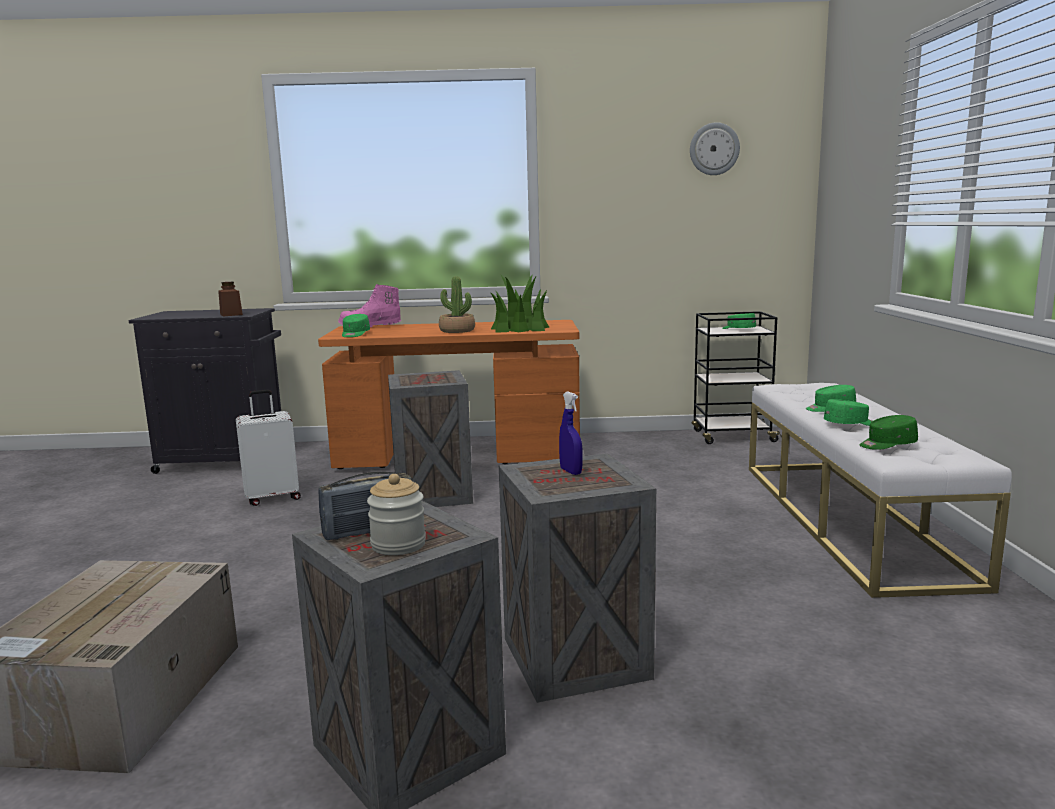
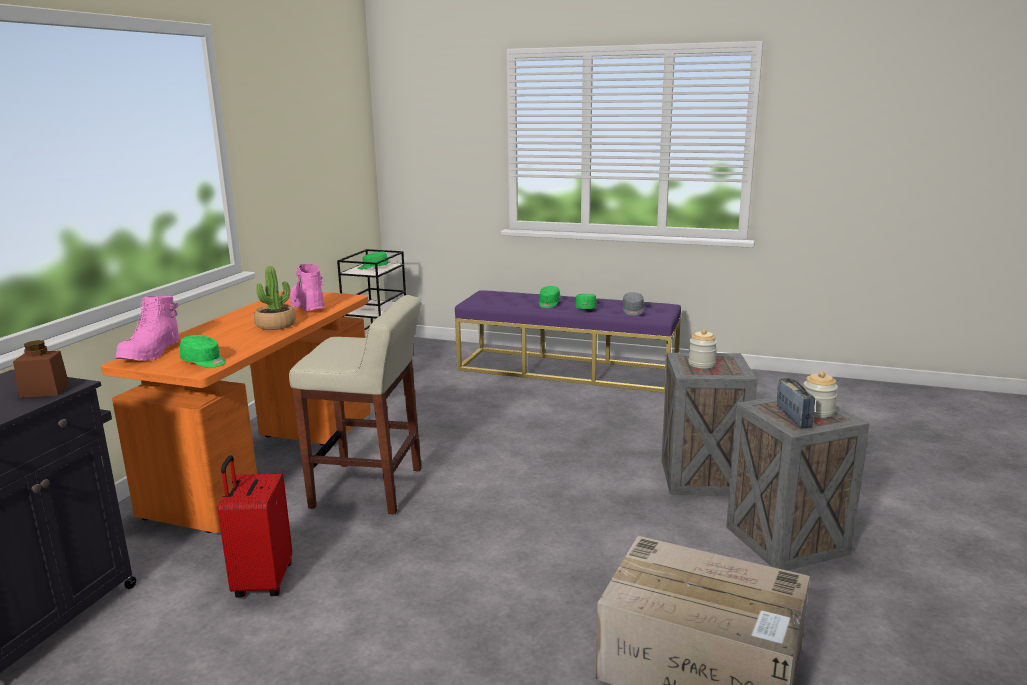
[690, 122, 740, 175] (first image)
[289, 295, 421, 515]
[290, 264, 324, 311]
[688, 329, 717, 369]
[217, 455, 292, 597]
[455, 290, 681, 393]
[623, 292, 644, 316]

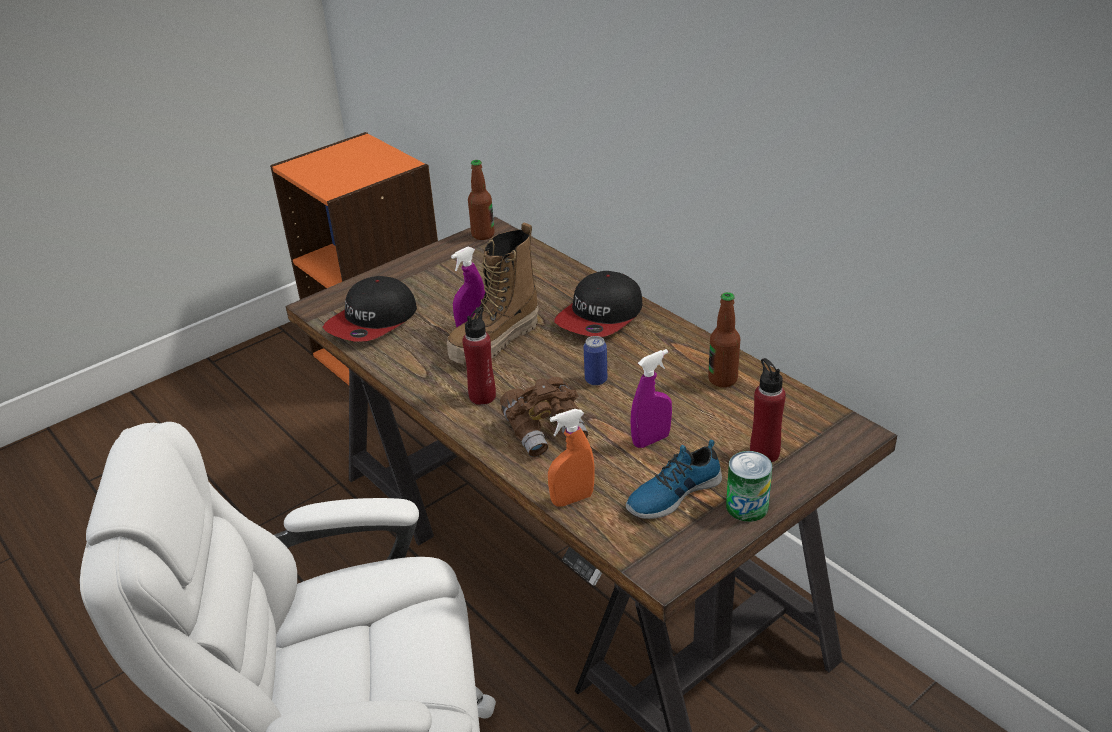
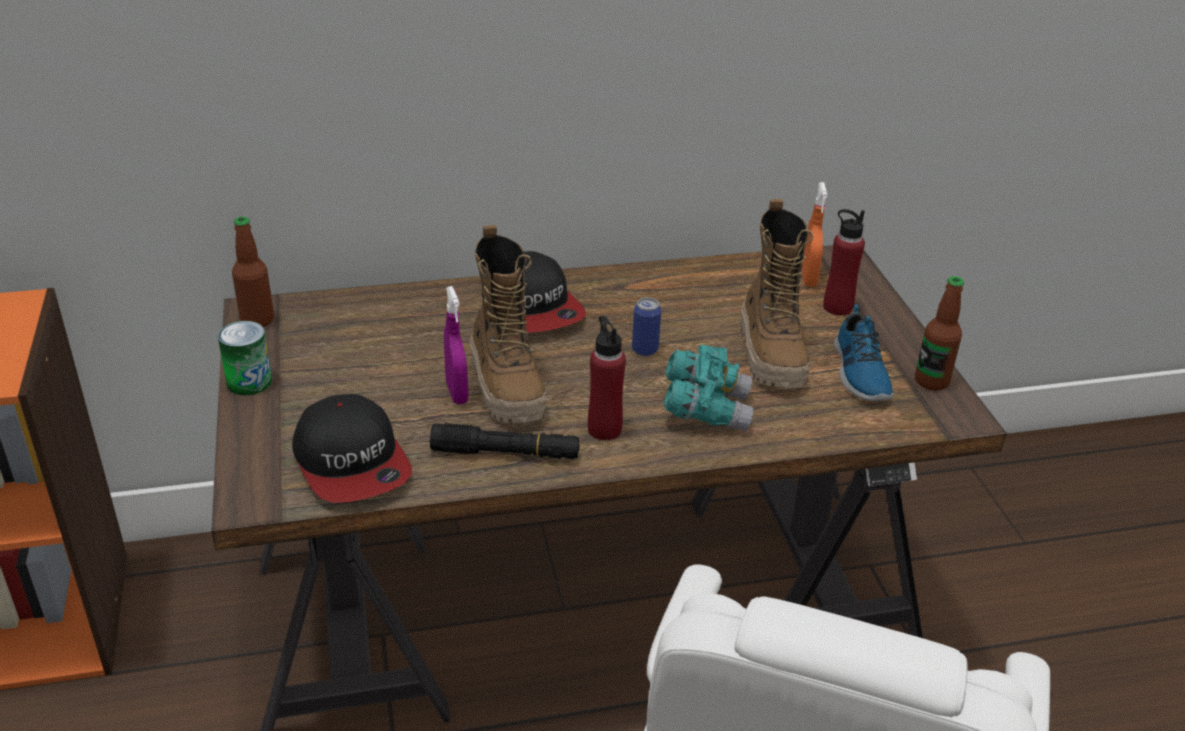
[430, 423, 580, 459]
[802, 182, 827, 287]
[915, 276, 964, 391]
[218, 321, 272, 396]
[740, 199, 813, 388]
[664, 345, 753, 432]

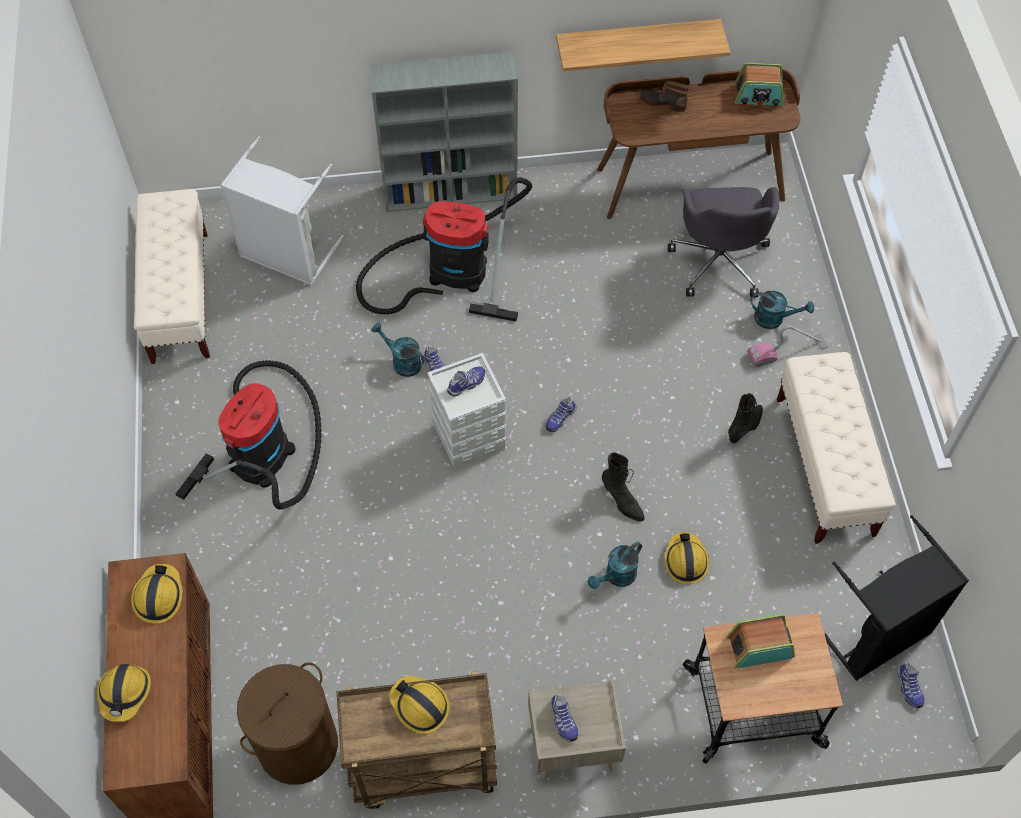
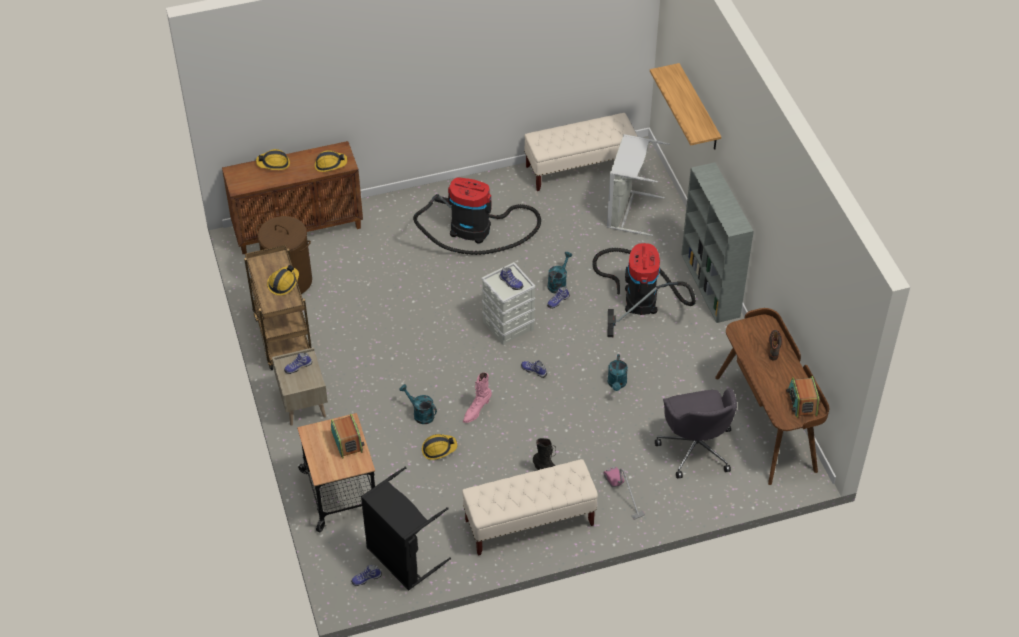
[650, 63, 721, 150]
[608, 354, 628, 391]
[463, 372, 492, 423]
[655, 388, 737, 479]

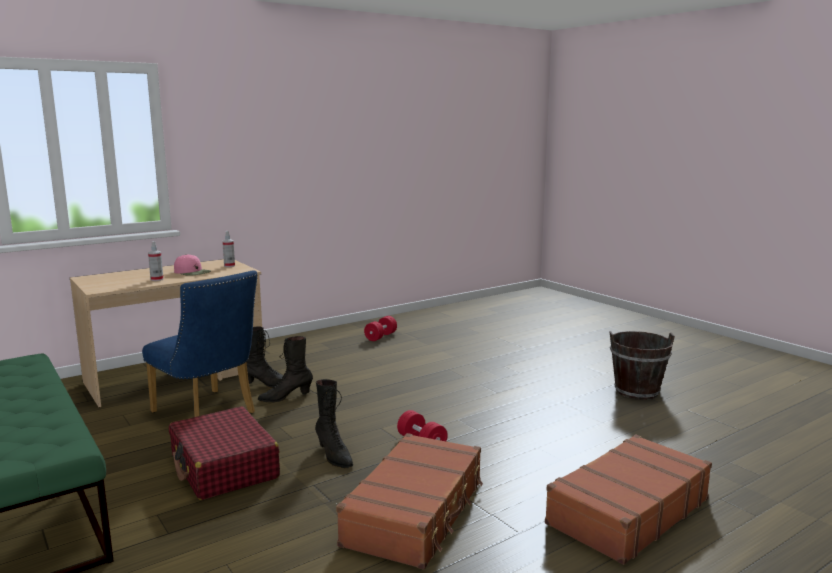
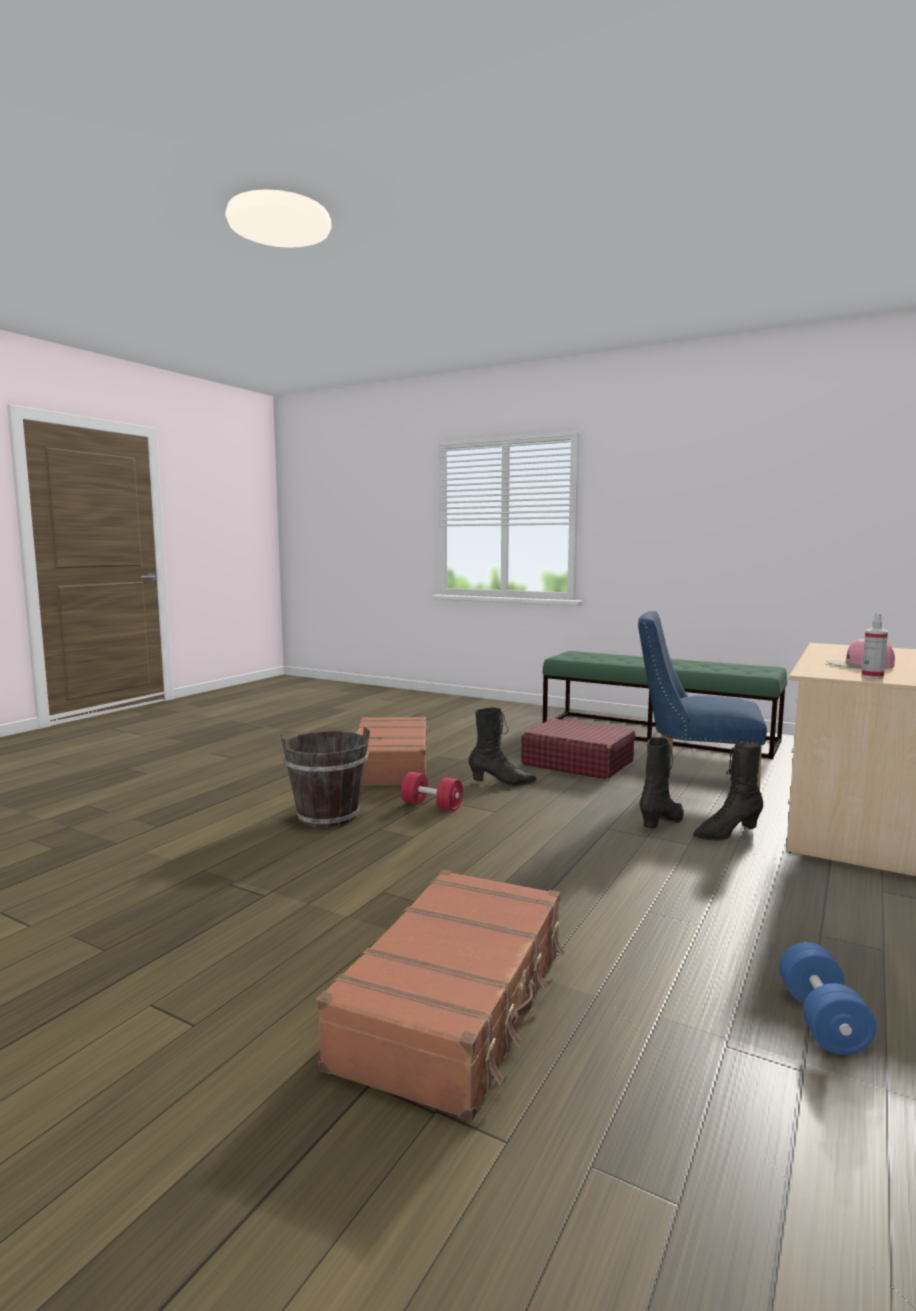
[148, 241, 163, 281] (first image)
[316, 870, 565, 1121]
[281, 727, 370, 827]
[779, 942, 877, 1055]
[468, 708, 537, 786]

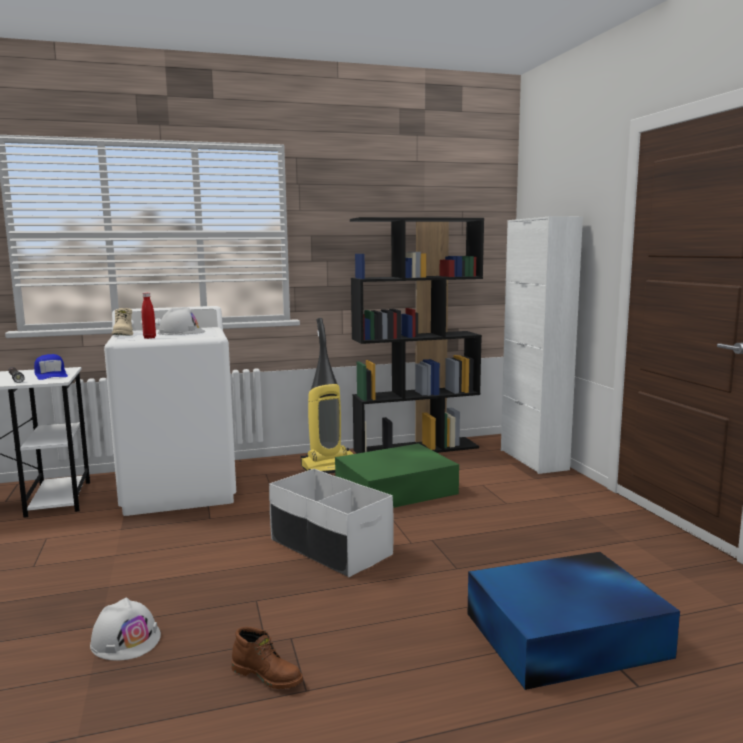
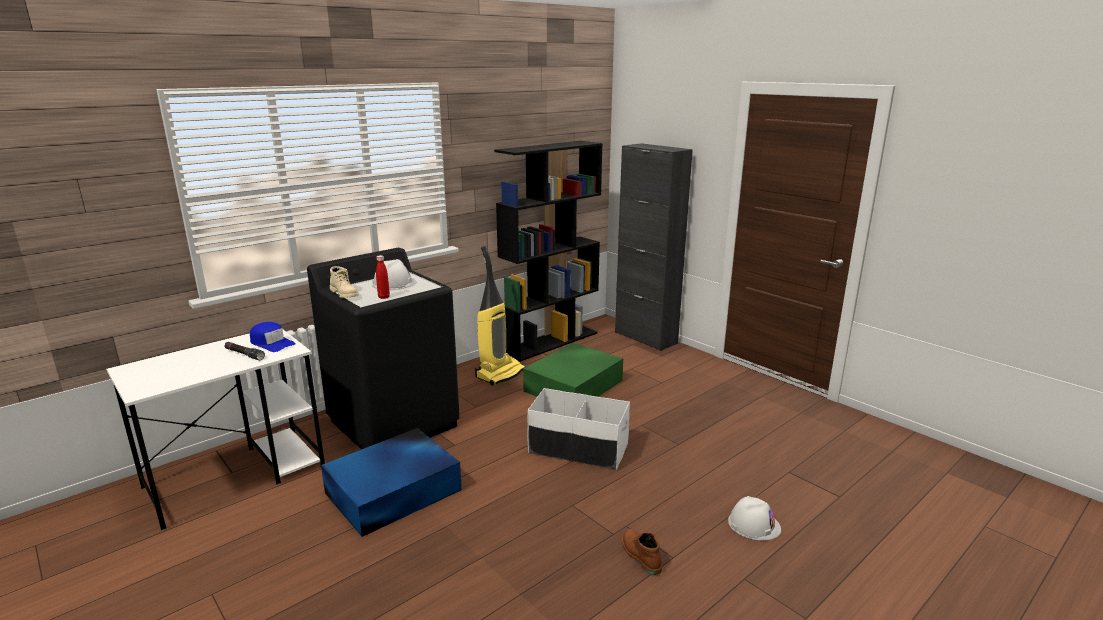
[728, 496, 781, 540]
[321, 428, 462, 537]
[307, 248, 460, 449]
[615, 143, 693, 351]
[622, 529, 662, 575]

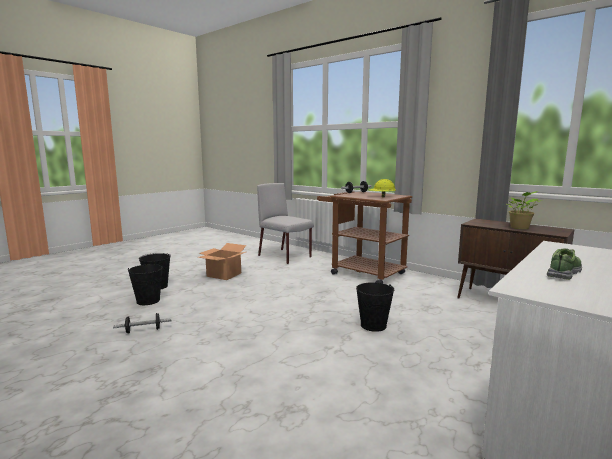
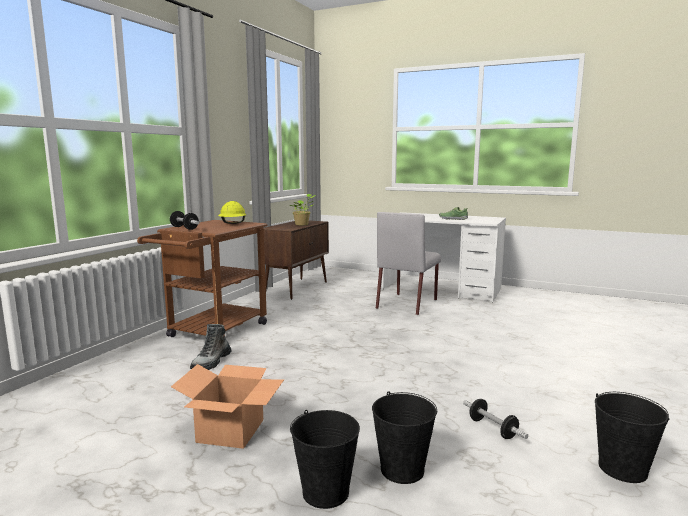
[190, 324, 232, 370]
[376, 212, 441, 315]
[595, 392, 670, 483]

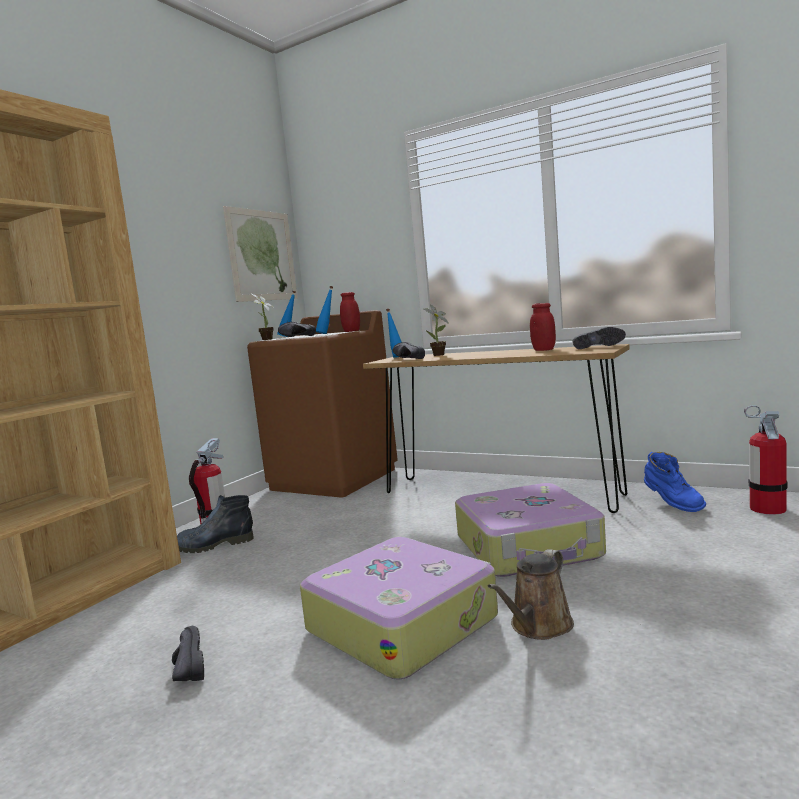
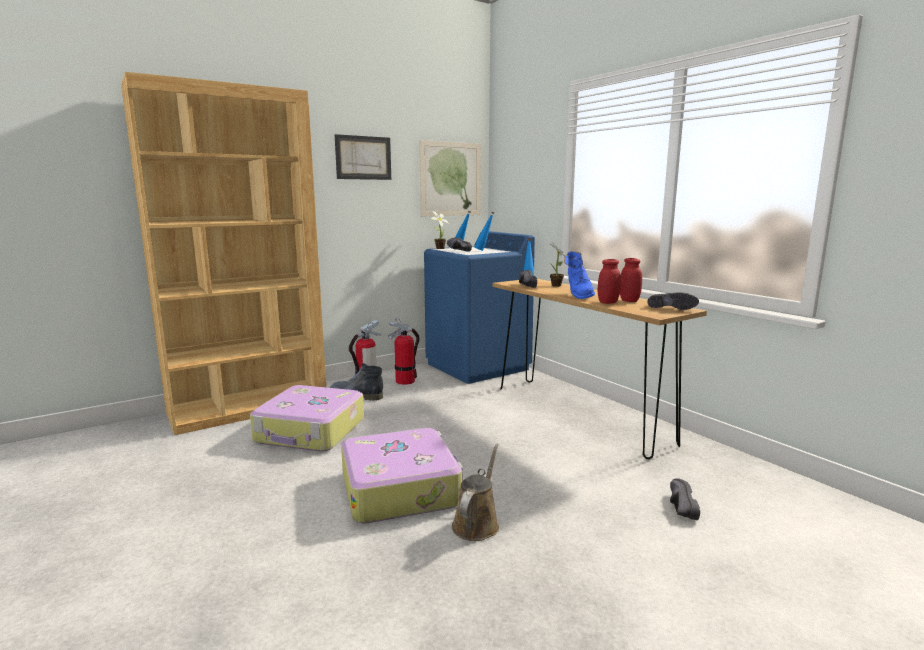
[335, 134, 391, 180]
[670, 478, 700, 520]
[598, 259, 621, 304]
[250, 385, 364, 452]
[564, 251, 595, 299]
[388, 317, 420, 385]
[424, 231, 535, 384]
[452, 443, 499, 541]

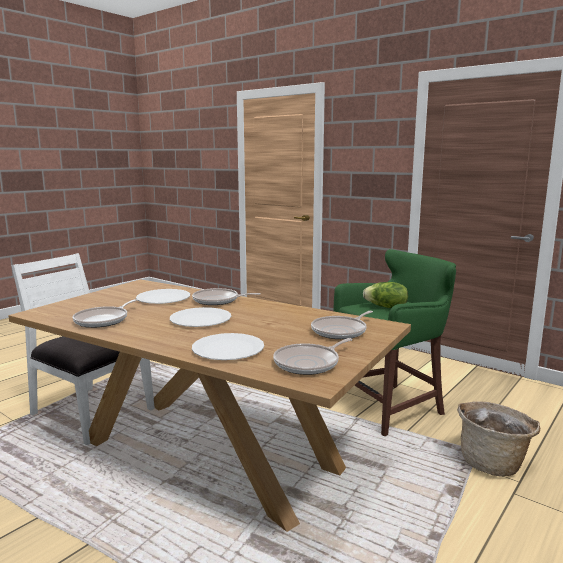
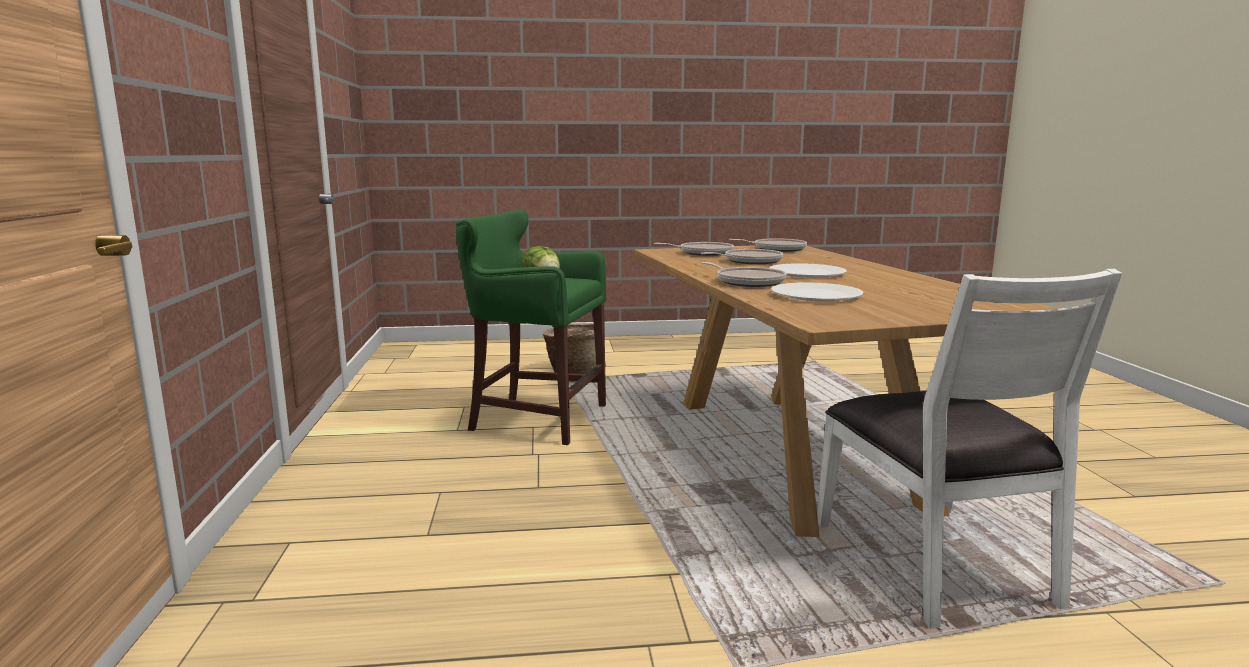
[192, 333, 264, 360] (first image)
[701, 249, 783, 264]

